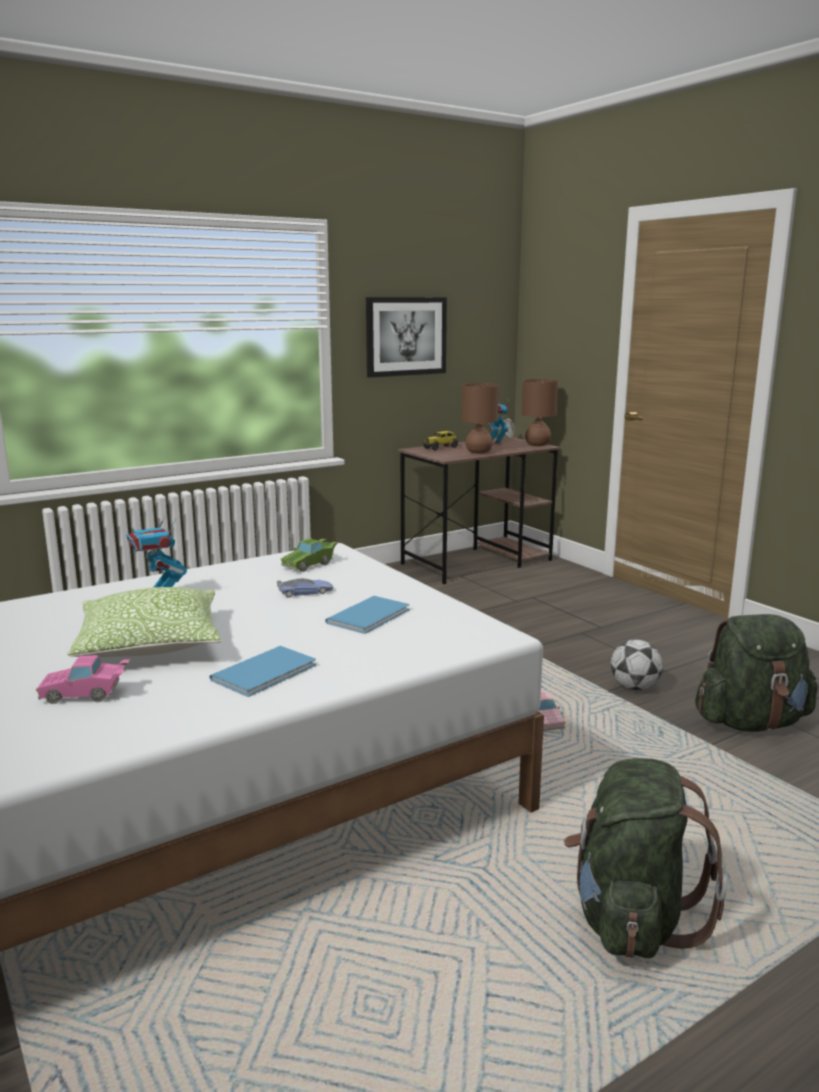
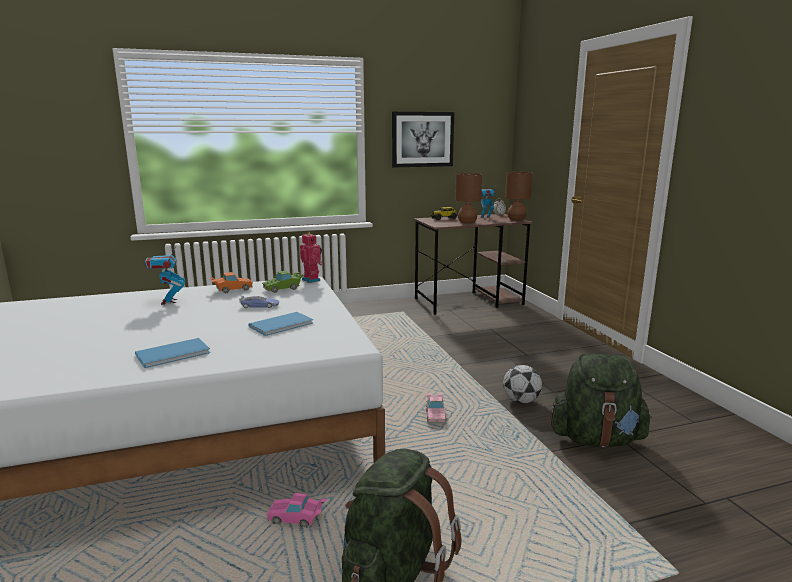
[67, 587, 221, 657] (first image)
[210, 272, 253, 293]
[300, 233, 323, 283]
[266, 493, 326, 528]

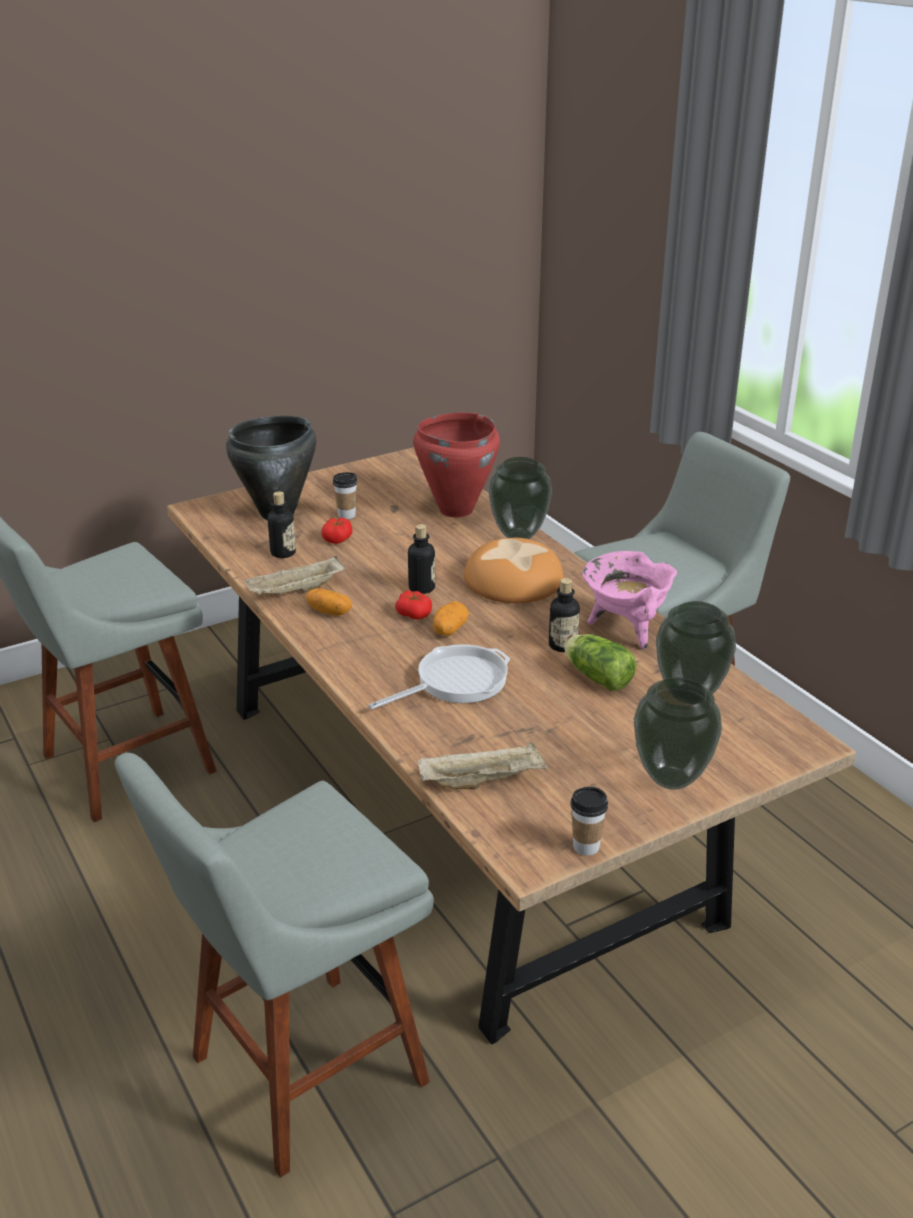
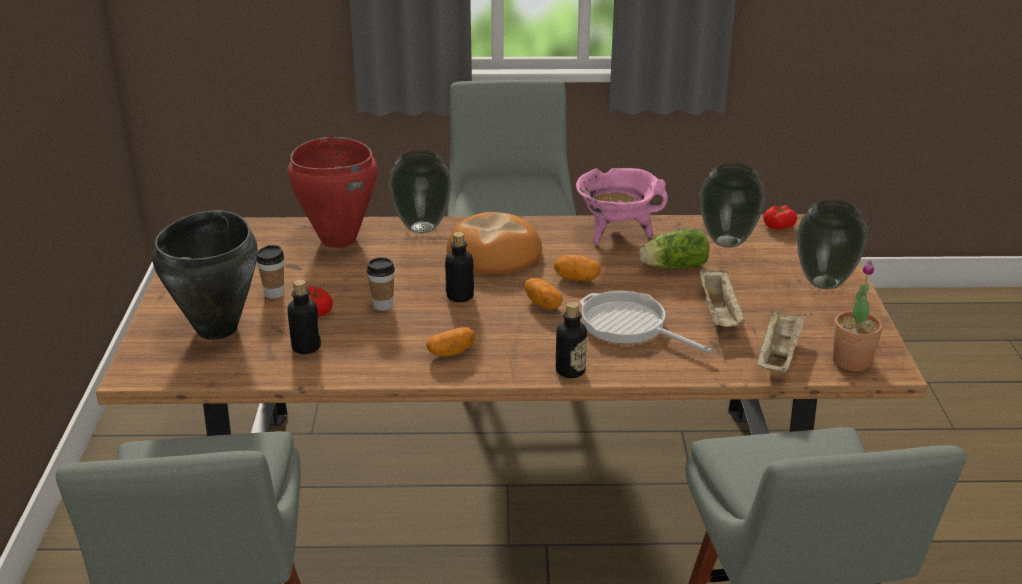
[554, 255, 601, 281]
[833, 261, 883, 372]
[700, 268, 745, 327]
[763, 205, 797, 230]
[556, 302, 587, 378]
[367, 257, 395, 311]
[579, 291, 712, 353]

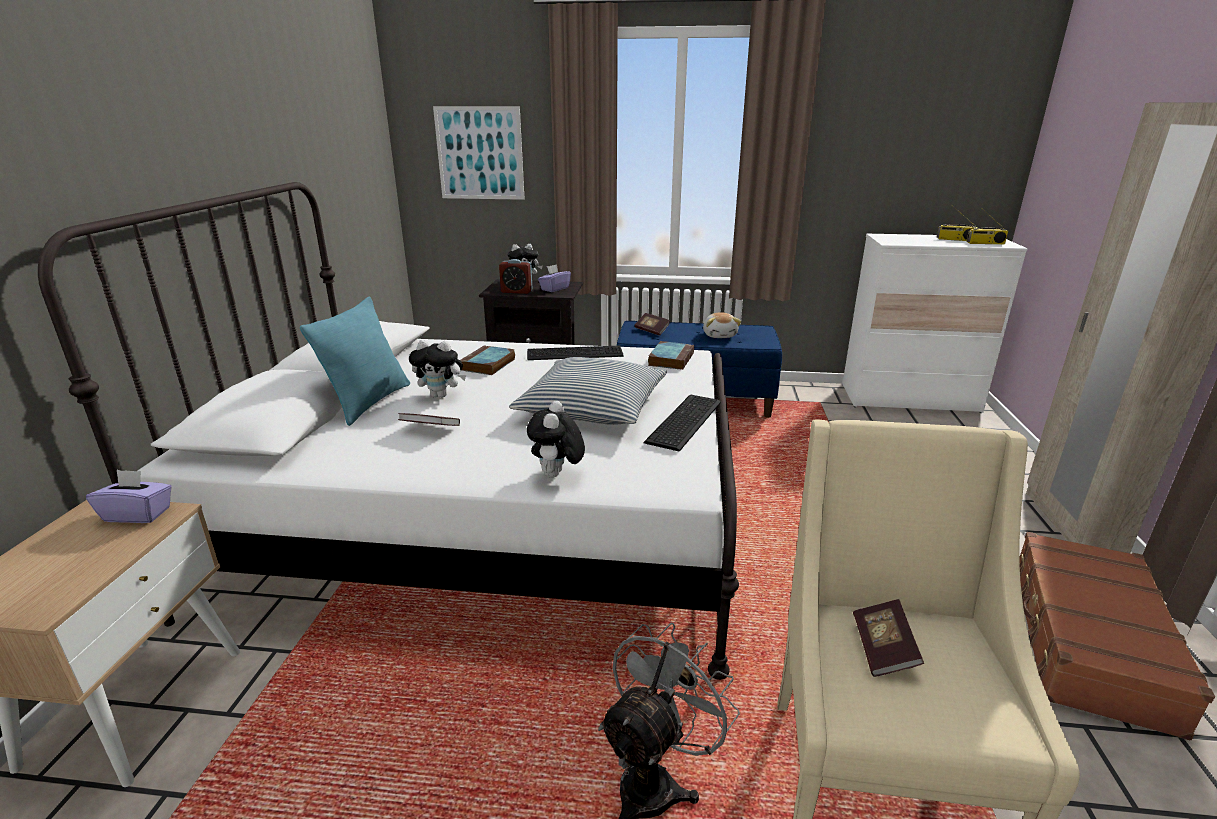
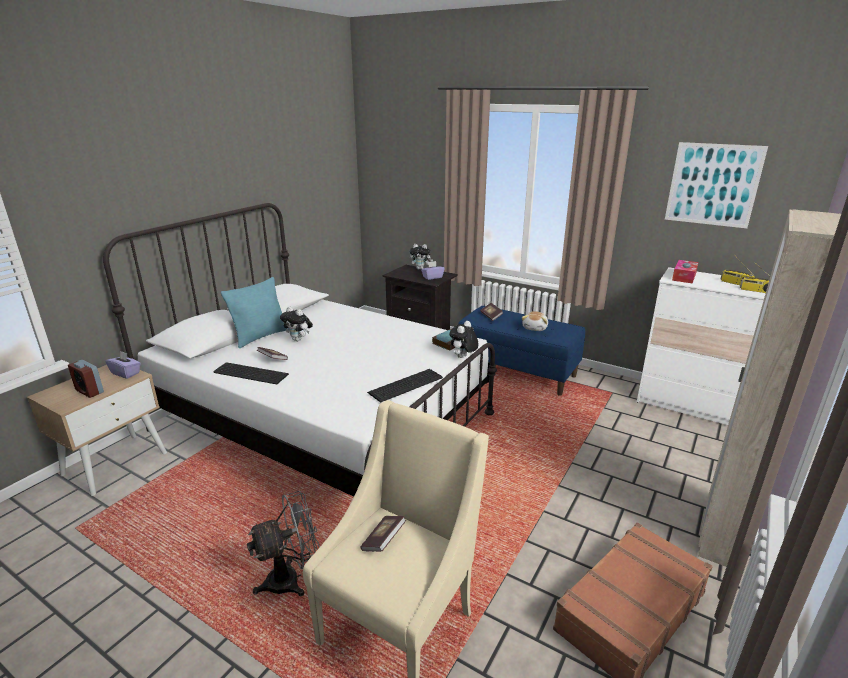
[460, 345, 515, 375] (first image)
[509, 357, 667, 425] (first image)
[672, 260, 699, 283]
[665, 142, 768, 228]
[68, 360, 104, 398]
[213, 362, 289, 384]
[449, 321, 479, 358]

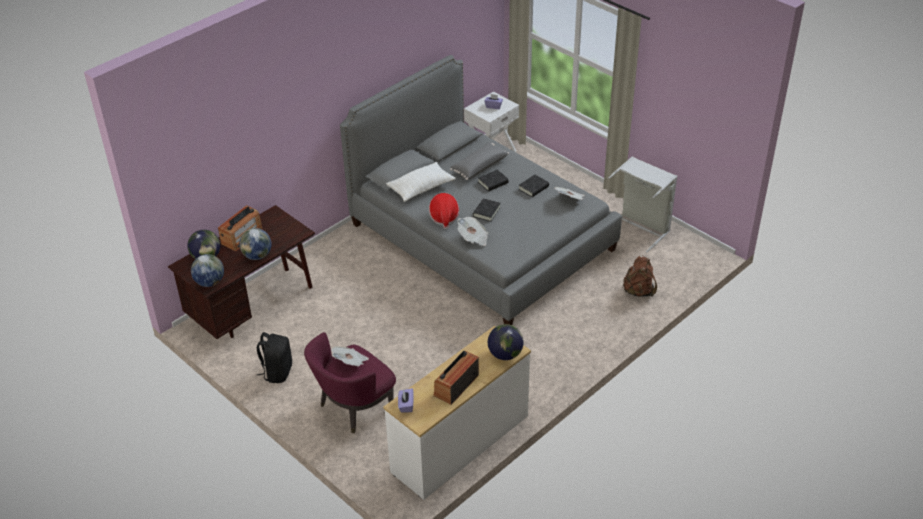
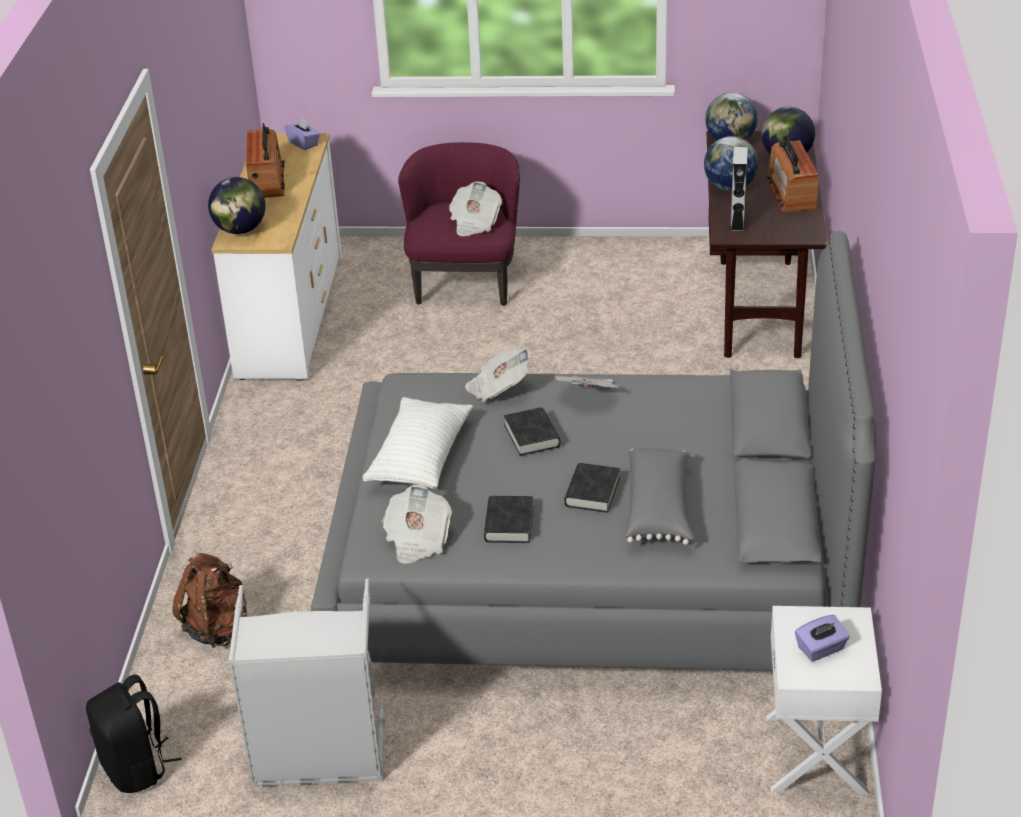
[730, 147, 748, 231]
[86, 674, 182, 793]
[362, 397, 473, 489]
[555, 376, 618, 388]

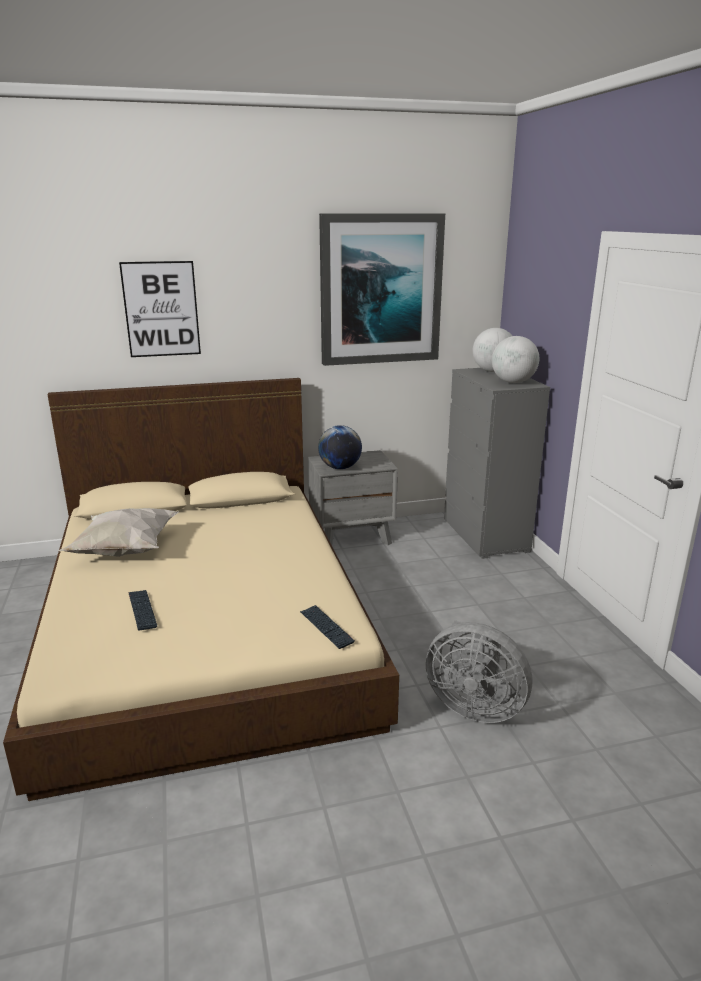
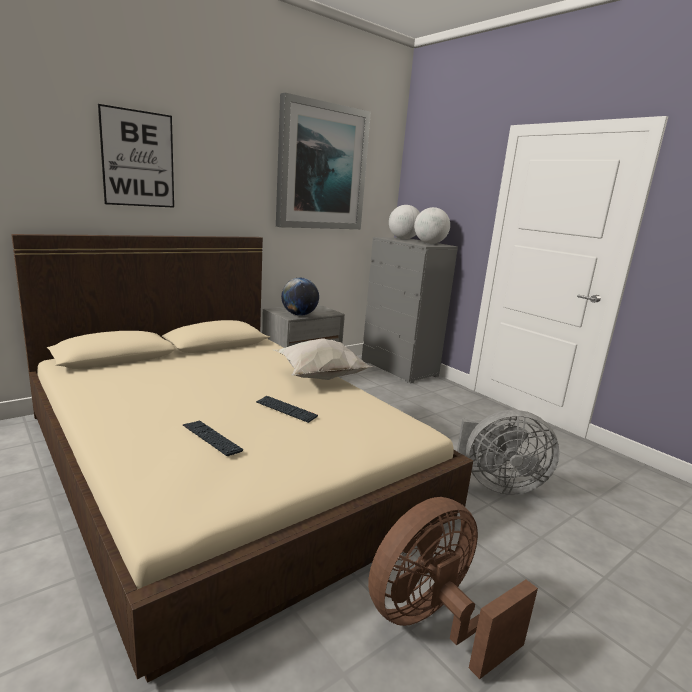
[368, 497, 538, 679]
[274, 339, 373, 380]
[256, 396, 318, 423]

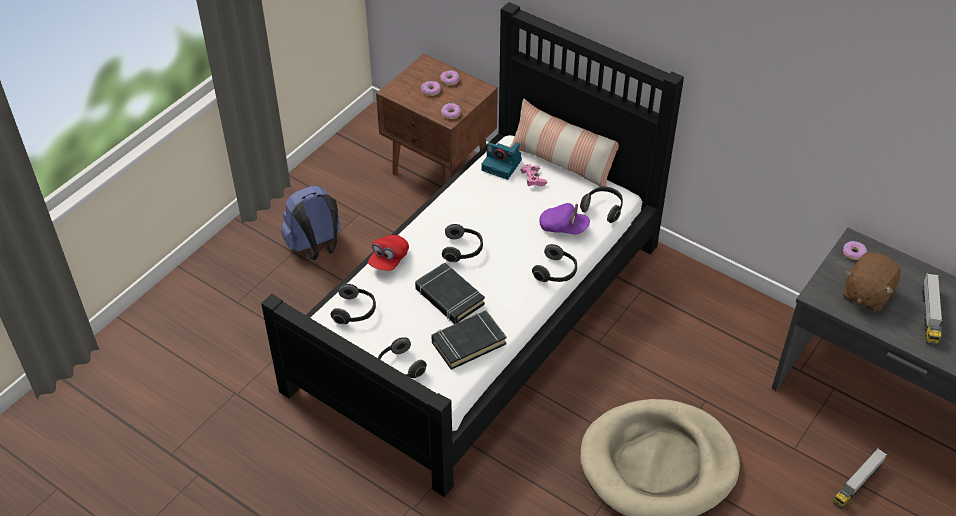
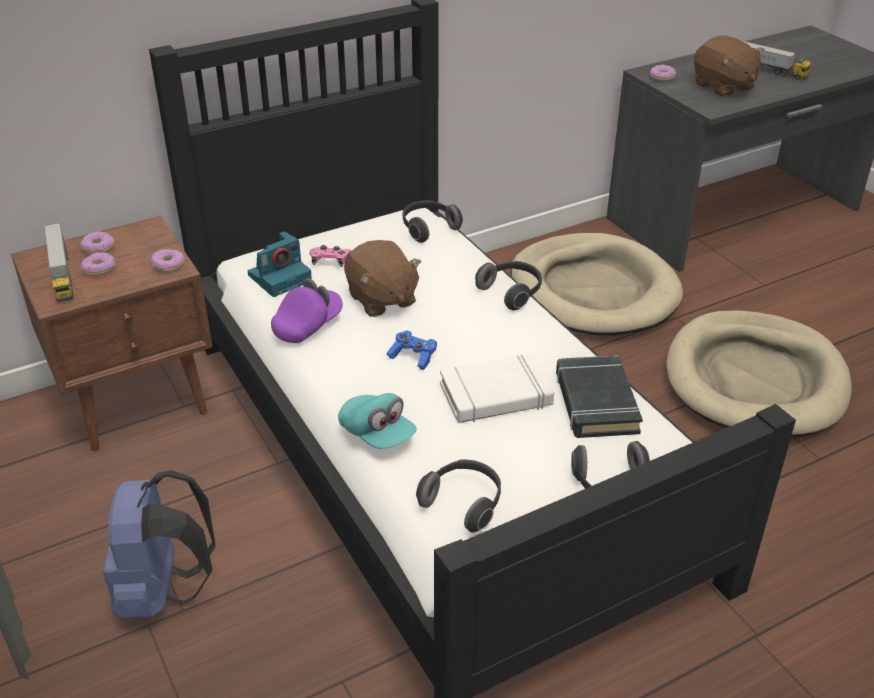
[509, 98, 619, 187] (first image)
[344, 240, 422, 317]
[511, 233, 683, 336]
[271, 278, 343, 343]
[44, 223, 74, 302]
[387, 330, 437, 370]
[338, 393, 417, 449]
[440, 353, 555, 423]

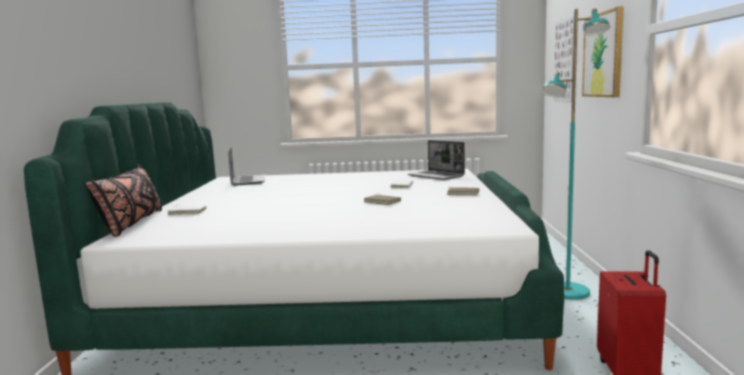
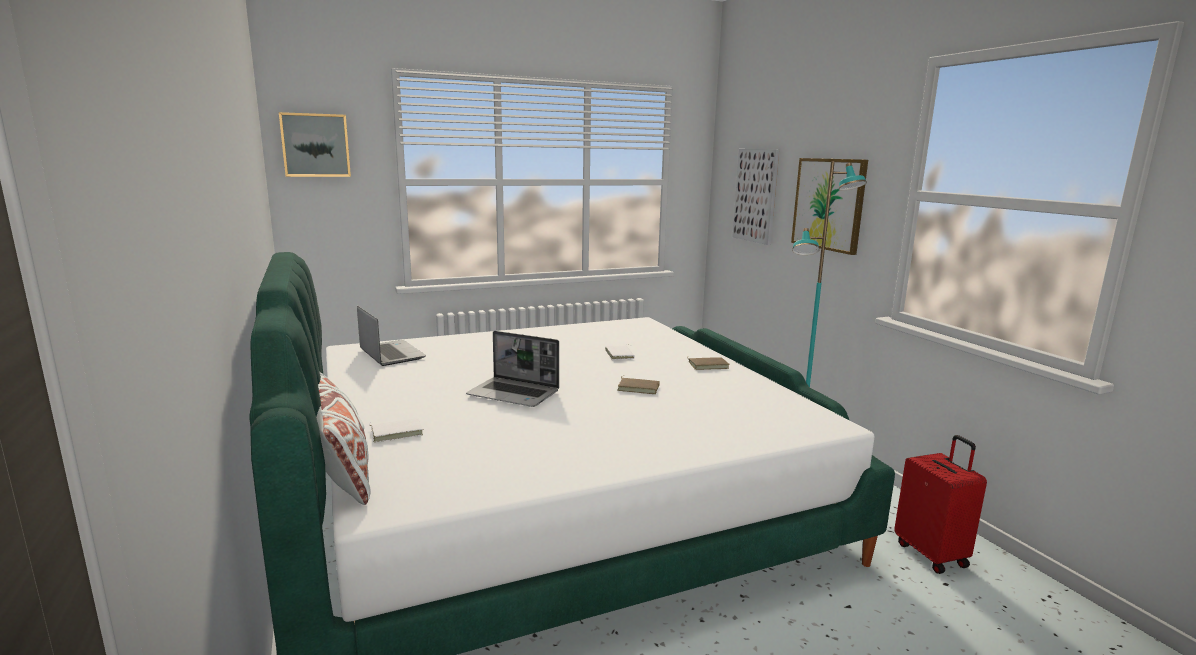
[279, 112, 351, 177]
[466, 331, 559, 407]
[316, 372, 371, 505]

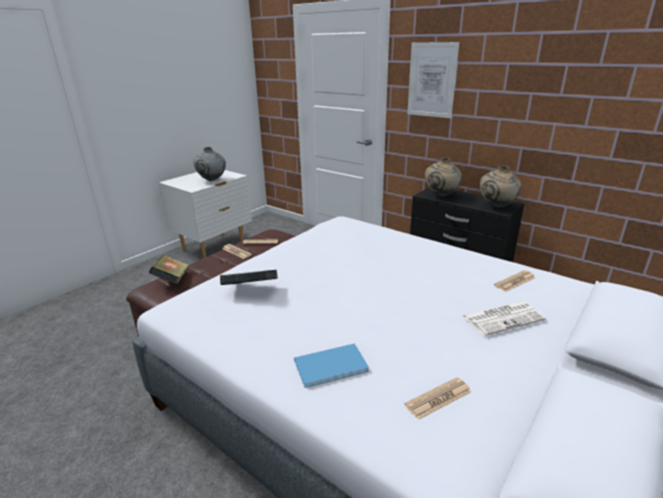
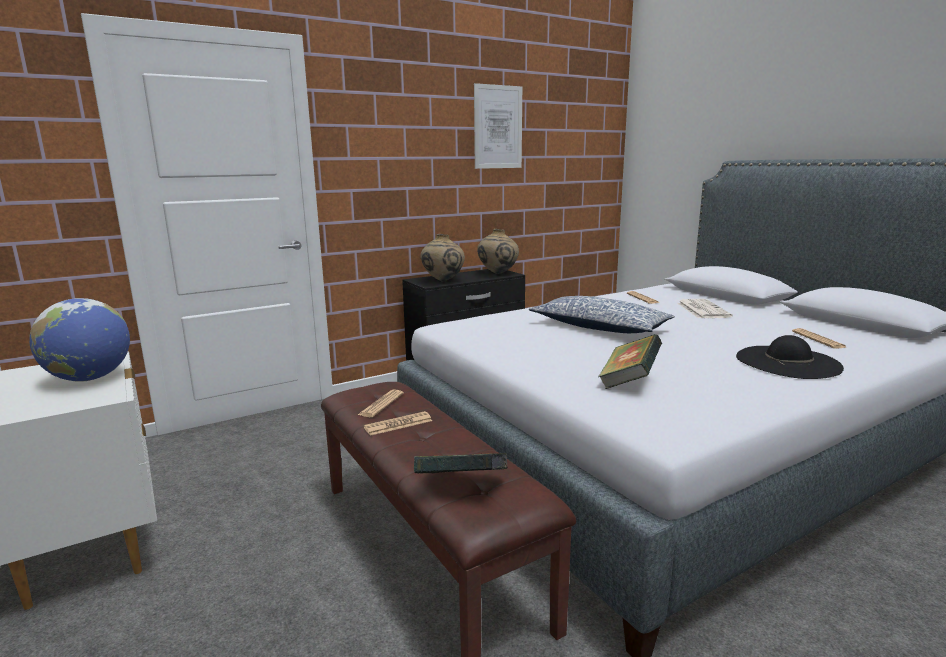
[529, 296, 675, 333]
[474, 83, 522, 169]
[29, 298, 130, 382]
[736, 335, 844, 379]

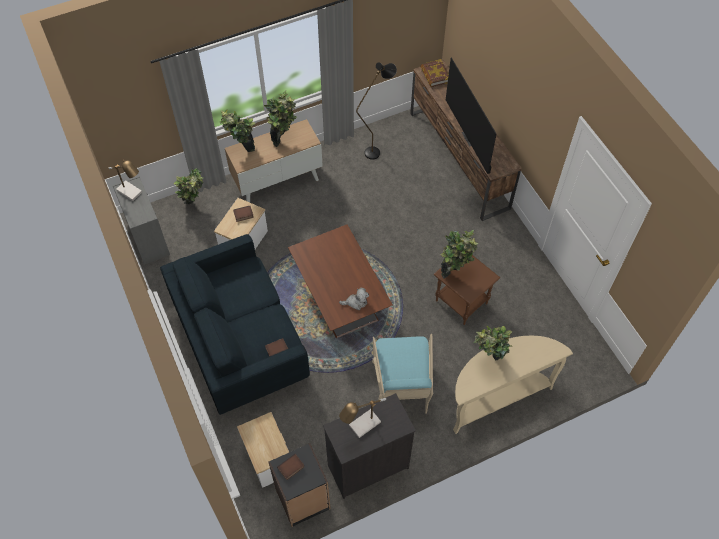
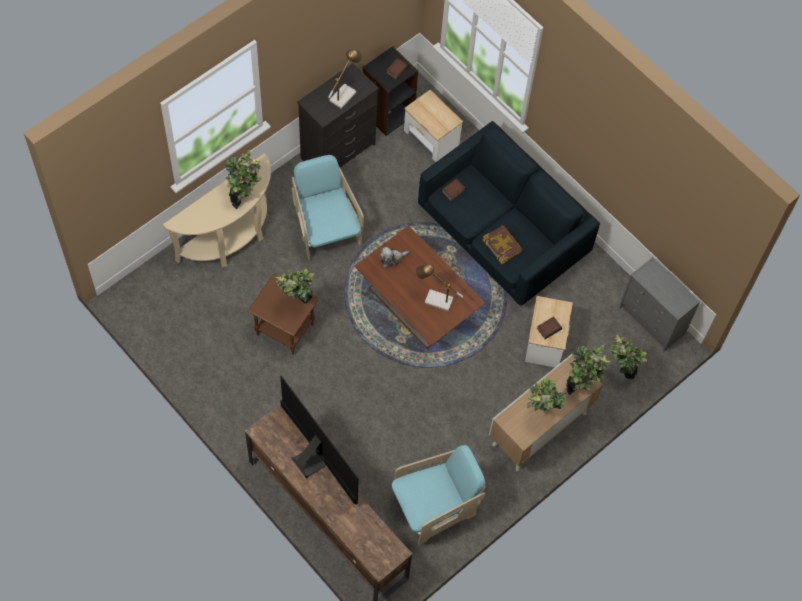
[416, 264, 463, 311]
[483, 225, 523, 264]
[392, 445, 485, 545]

